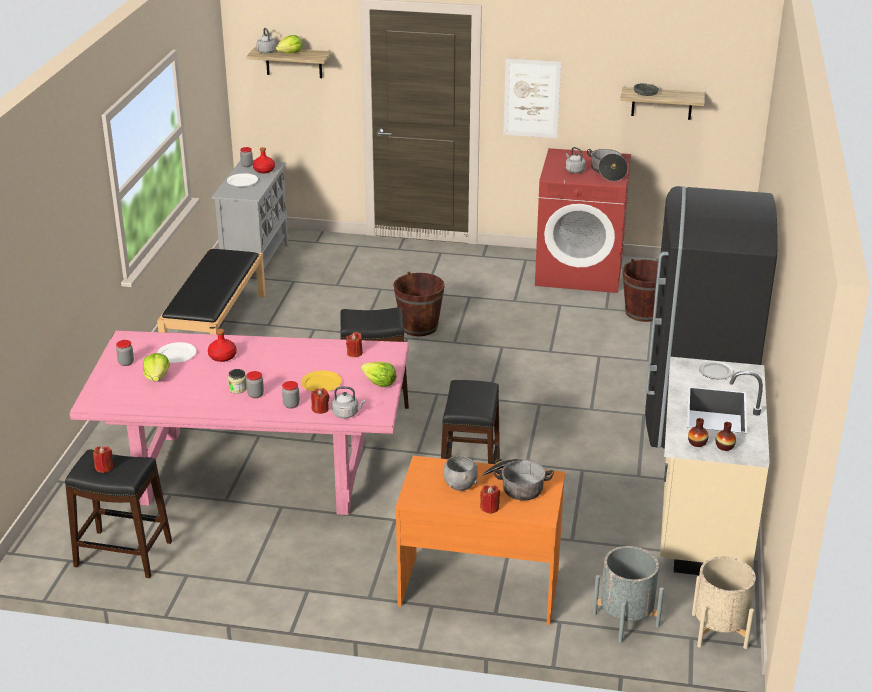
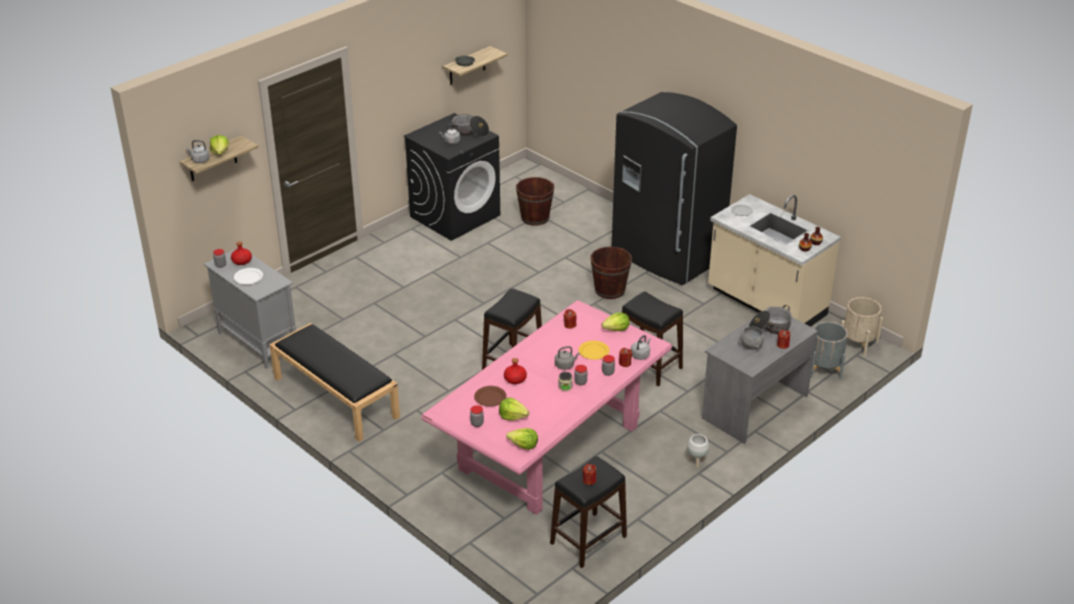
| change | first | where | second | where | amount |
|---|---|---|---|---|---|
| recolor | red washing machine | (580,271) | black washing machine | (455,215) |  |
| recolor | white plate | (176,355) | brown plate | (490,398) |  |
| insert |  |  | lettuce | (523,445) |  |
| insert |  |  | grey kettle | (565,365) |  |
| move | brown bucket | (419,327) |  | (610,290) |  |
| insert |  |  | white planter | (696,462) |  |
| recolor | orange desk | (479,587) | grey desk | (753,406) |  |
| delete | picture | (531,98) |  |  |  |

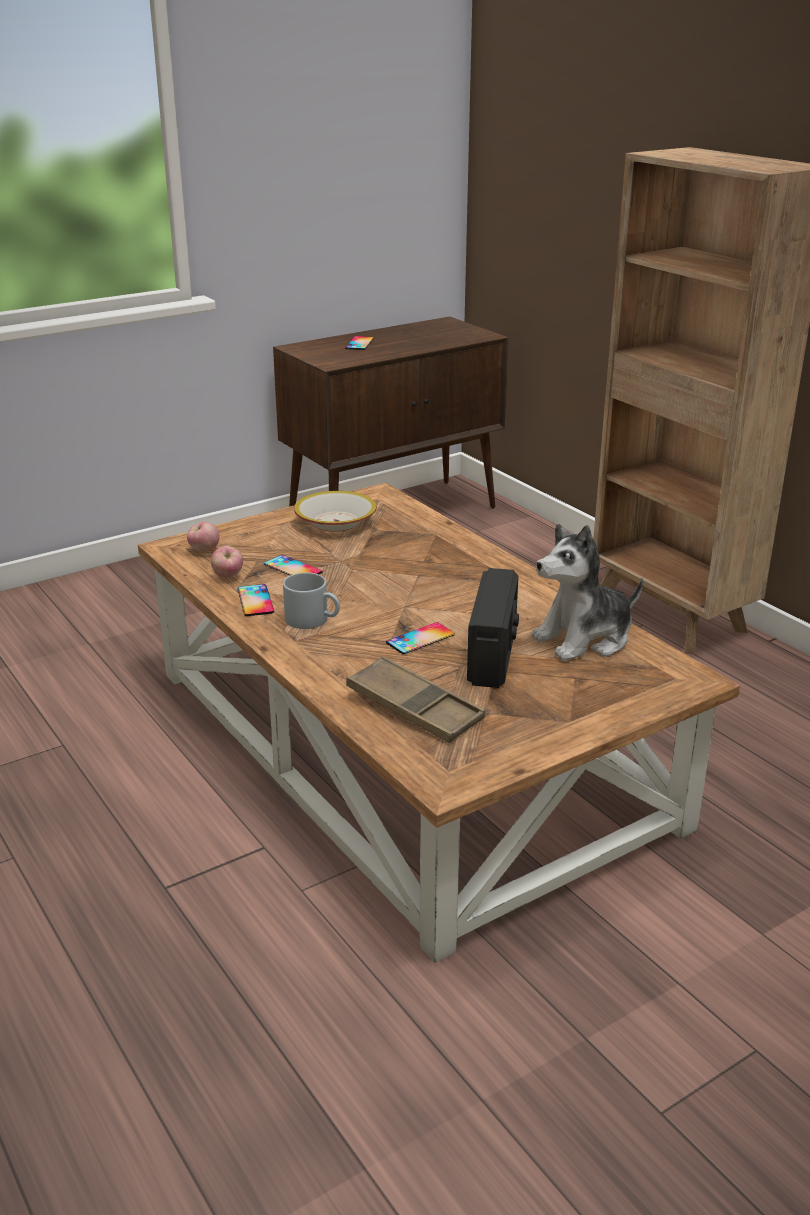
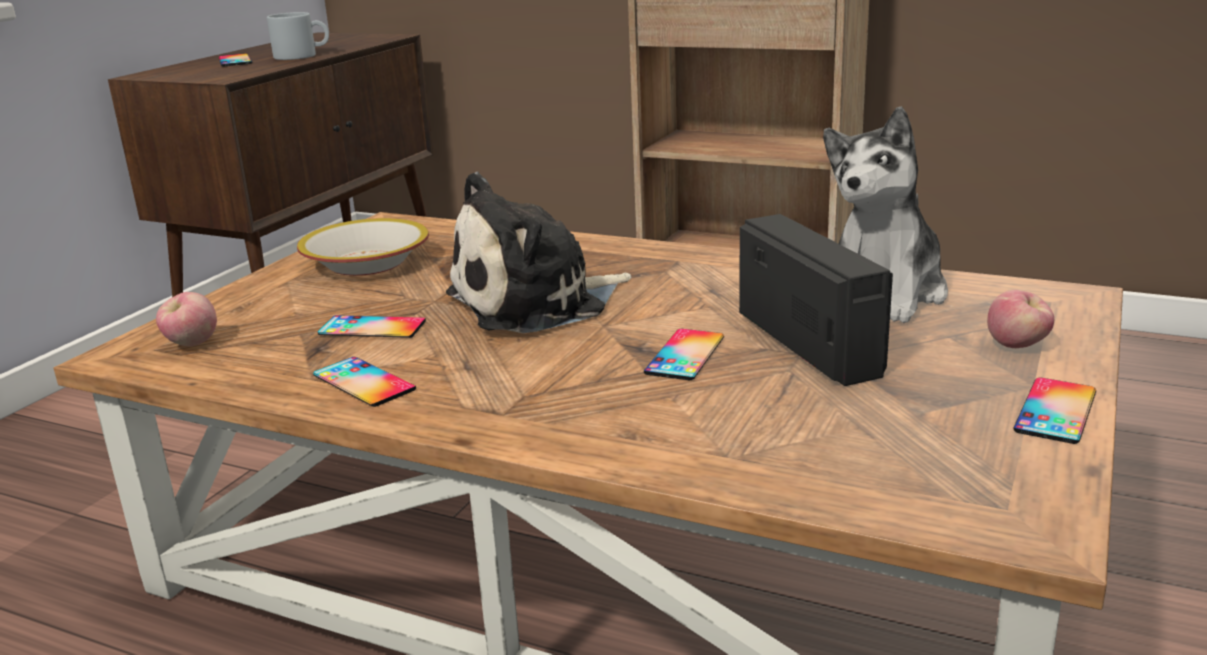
| change | first | where | second | where | amount |
|---|---|---|---|---|---|
| move | grey mug | (313,620) |  | (302,55) |  |
| insert |  |  | plush toy | (536,303) |  |
| move | apple | (228,576) |  | (1017,346) |  |
| insert |  |  | phone | (1055,411) |  |
| delete | brown tray | (414,708) |  |  |  |

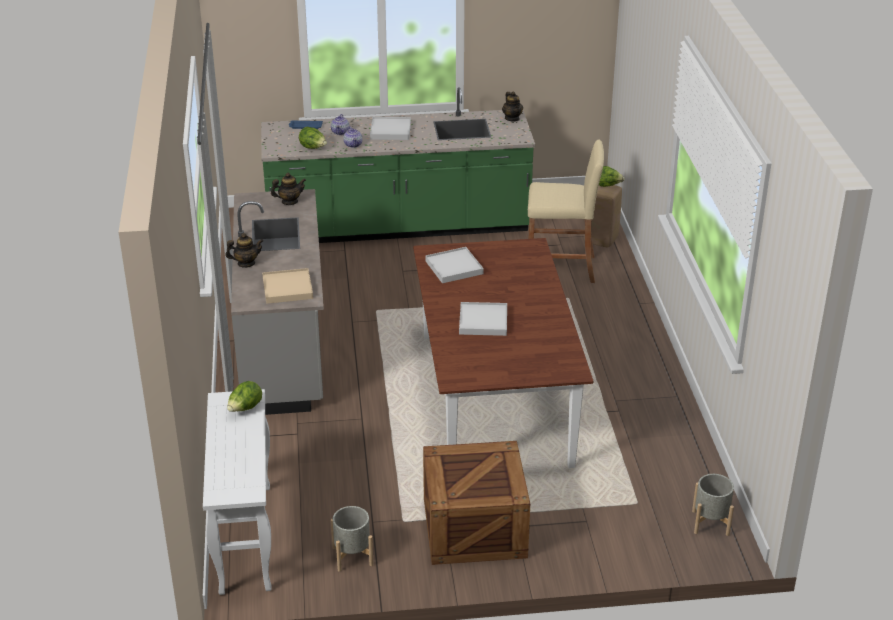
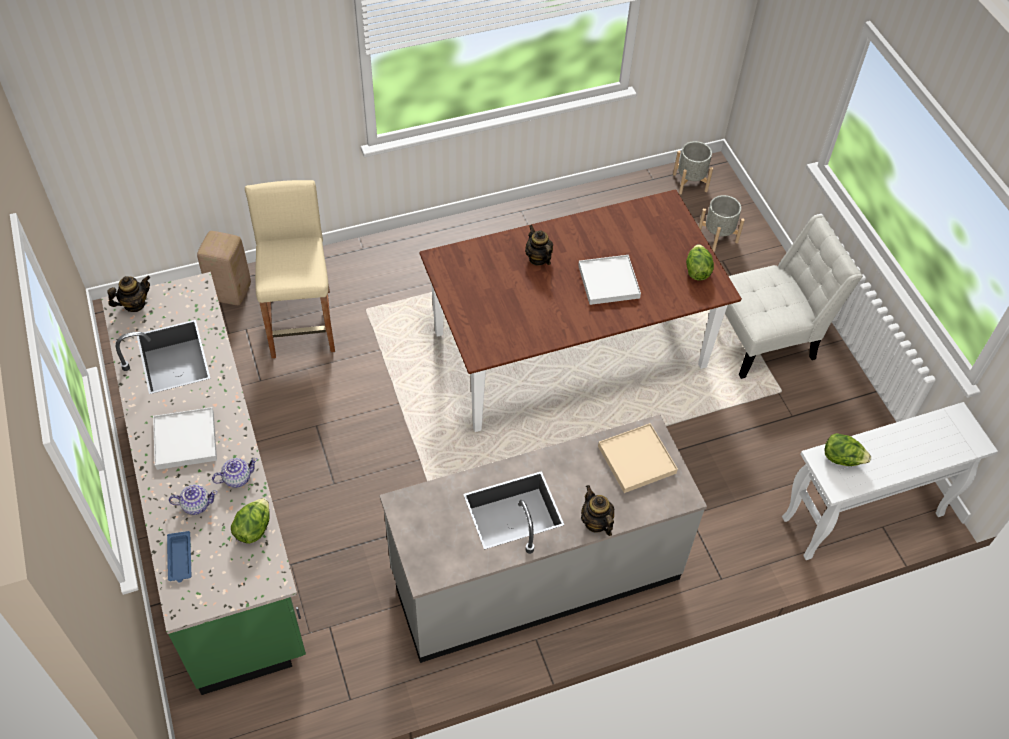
| change | first | where | second | where | amount |
|---|---|---|---|---|---|
| move | teapot | (289,201) |  | (538,258) |  |
| move | lettuce | (607,185) |  | (697,270) |  |
| move | grey planter | (353,556) |  | (717,236) |  |
| replace | crate | (473,529) | white chair | (767,337) |  |
| delete | white tray | (454,267) |  |  |  |

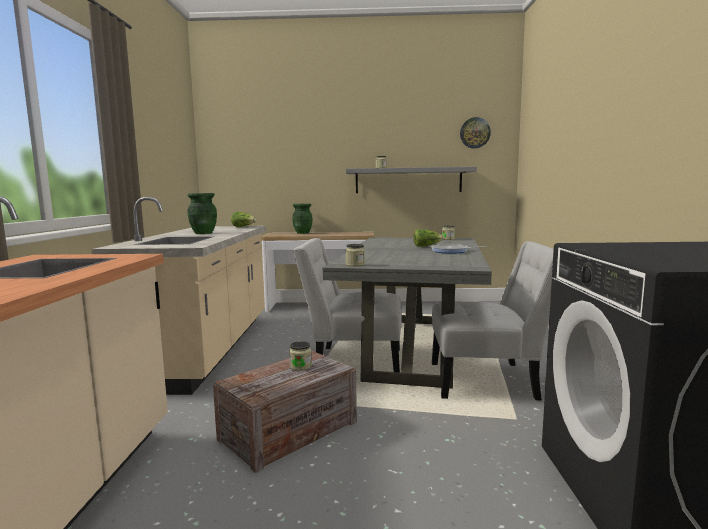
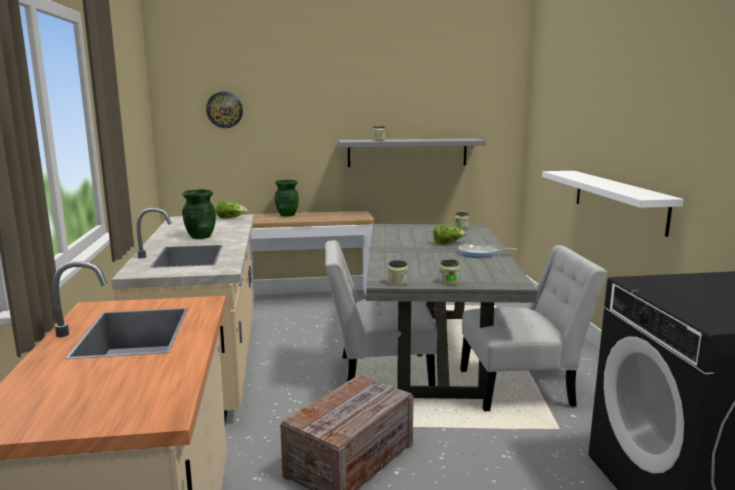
| change | first | where | second | where | amount |
|---|---|---|---|---|---|
| move | wall clock | (475,133) |  | (224,110) |  |
| move | jar | (300,366) |  | (449,282) |  |
| insert |  |  | white shelf | (618,200) |  |

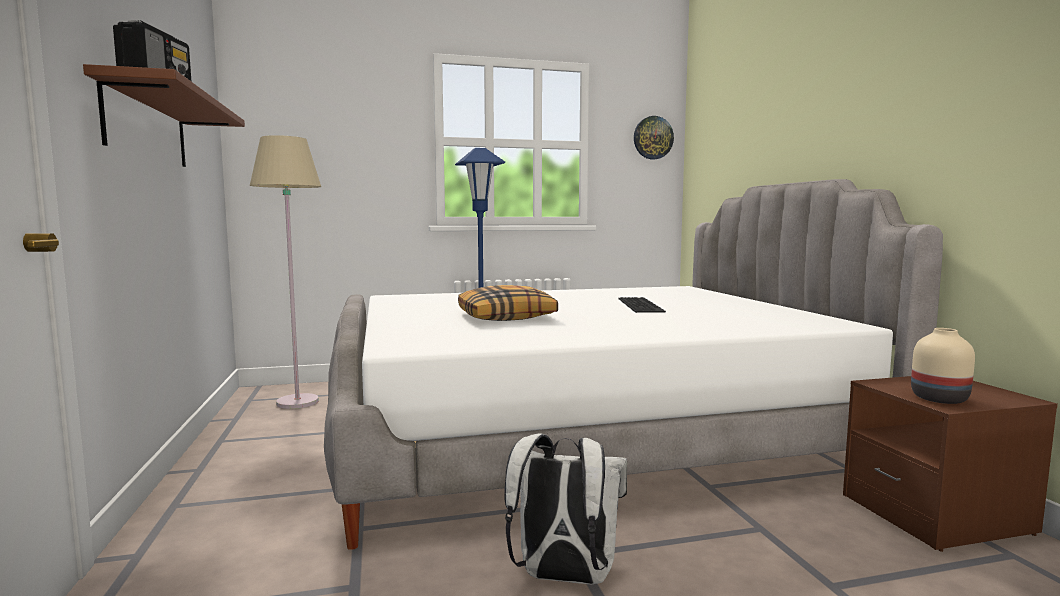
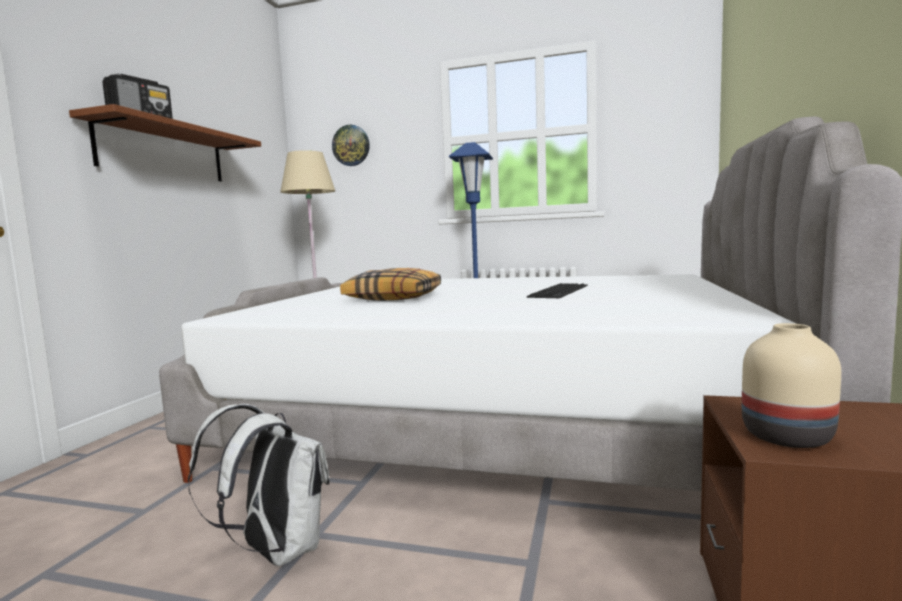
| change | first | where | second | where | amount |
|---|---|---|---|---|---|
| move | wall clock | (653,138) |  | (351,145) |  |

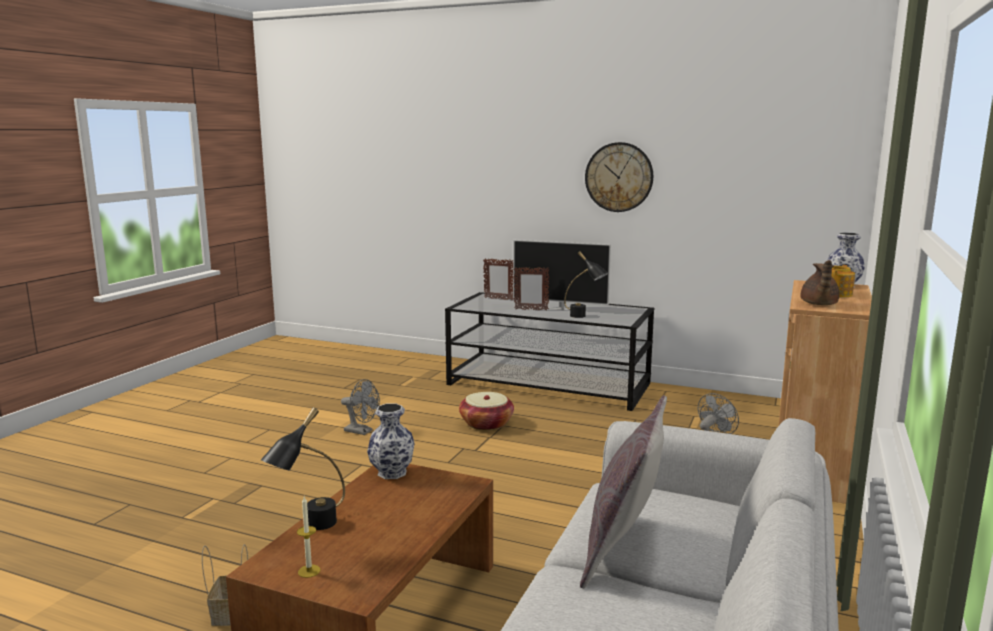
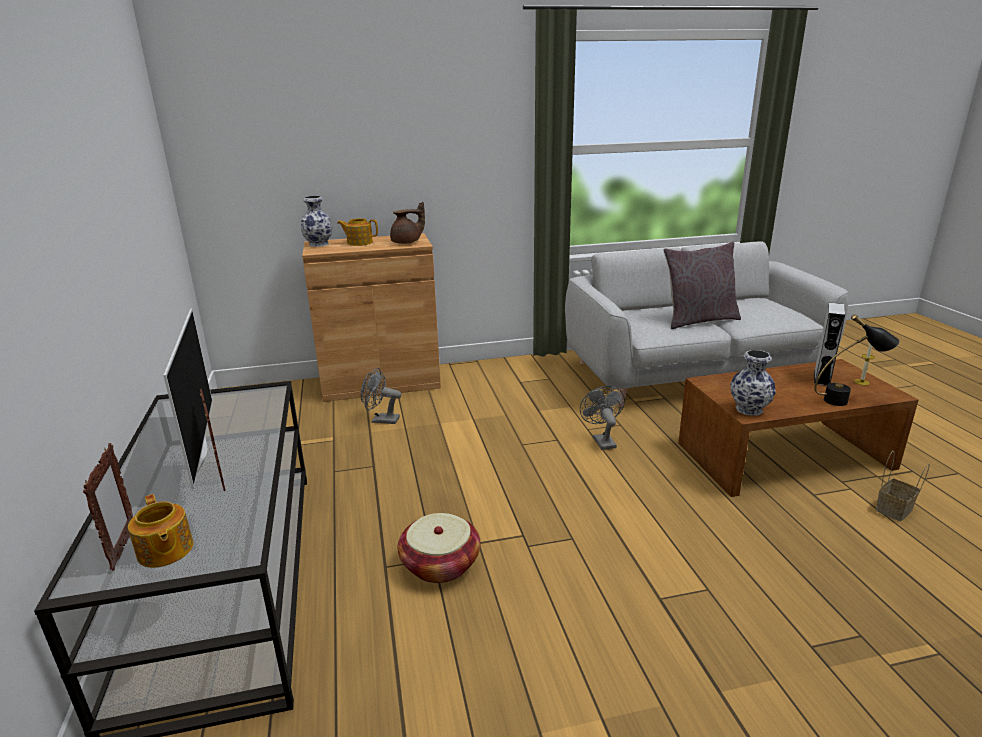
| change | first | where | second | where | amount |
|---|---|---|---|---|---|
| insert |  |  | teapot | (165,551) |  |
| move | grey fan | (362,431) |  | (601,440) |  |
| insert |  |  | grey speaker | (822,378) |  |
| delete | black table lamp | (584,317) |  |  |  |
| delete | wall clock | (619,177) |  |  |  |

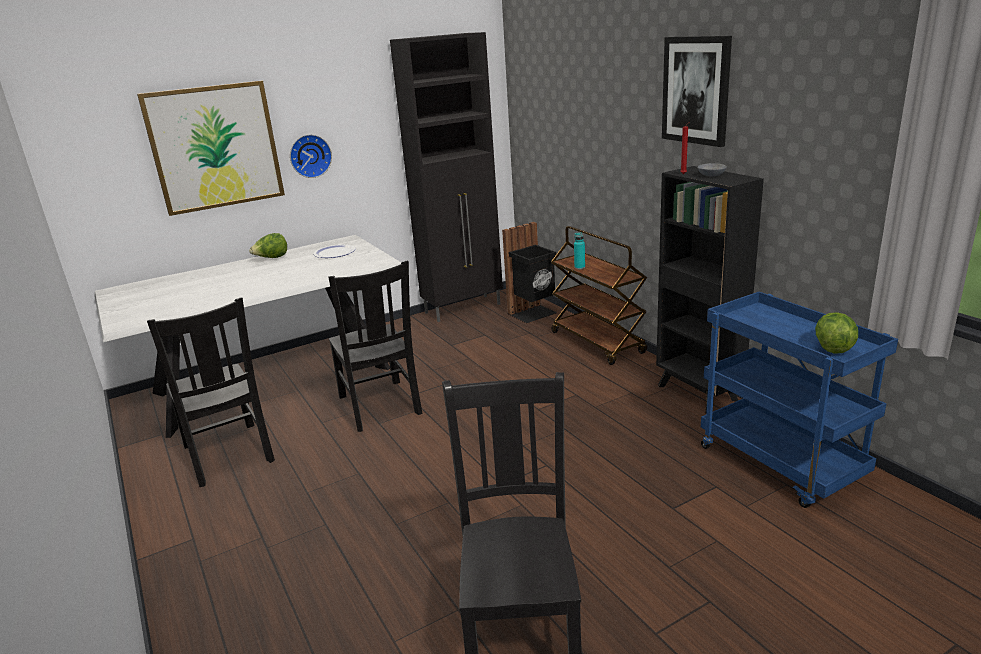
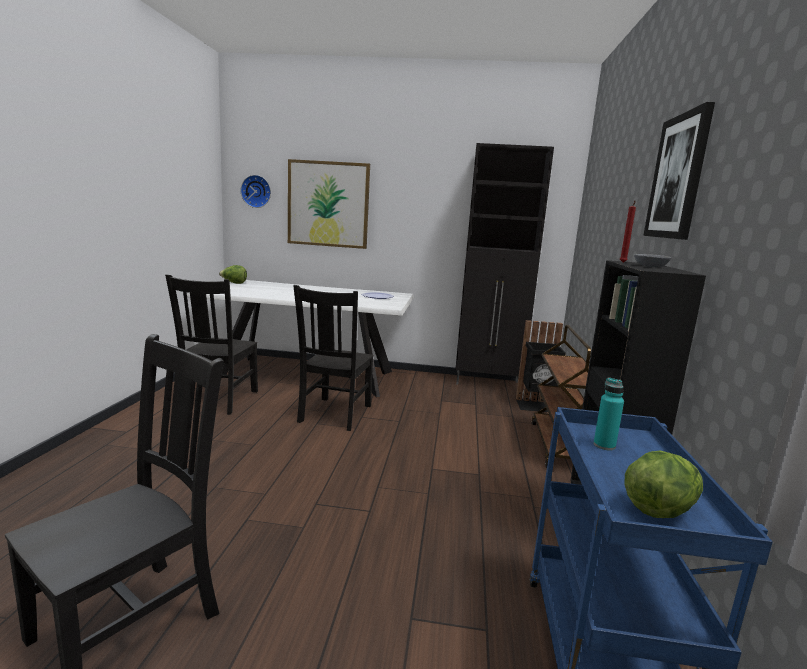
| change | first | where | second | where | amount |
|---|---|---|---|---|---|
| move | lettuce | (272,258) |  | (234,283) |  |
| move | wall clock | (310,155) |  | (256,191) |  |
| move | turquoise bottle | (579,267) |  | (604,445) |  |

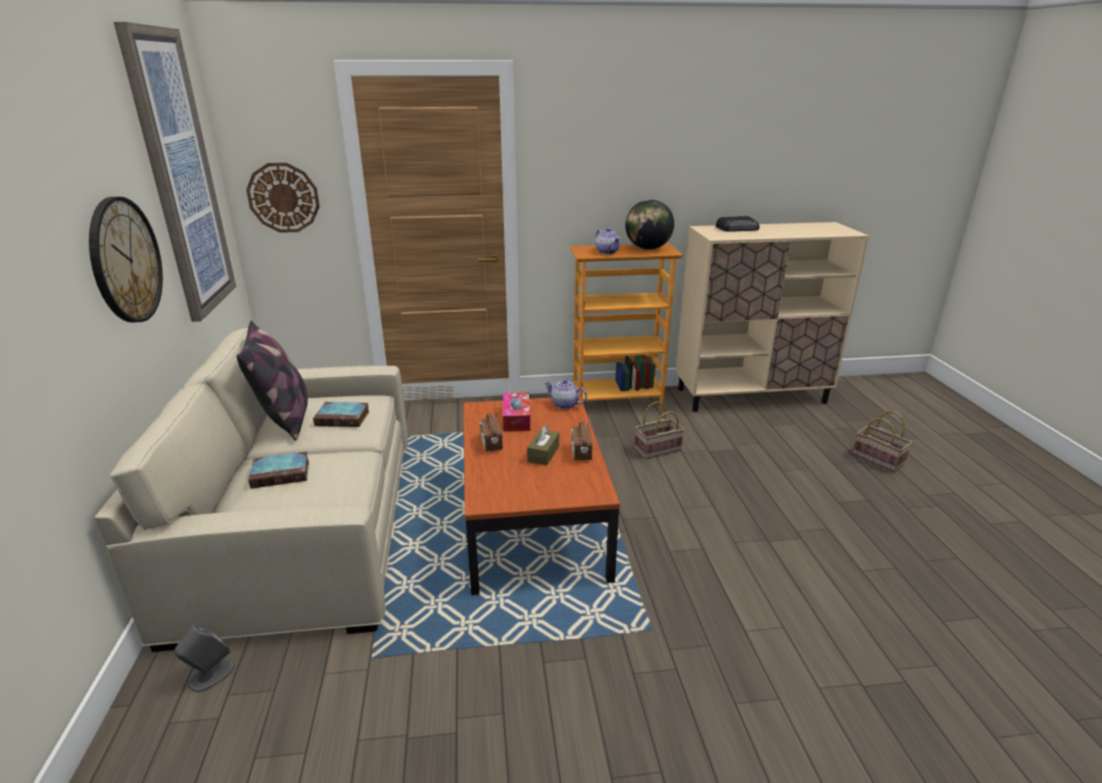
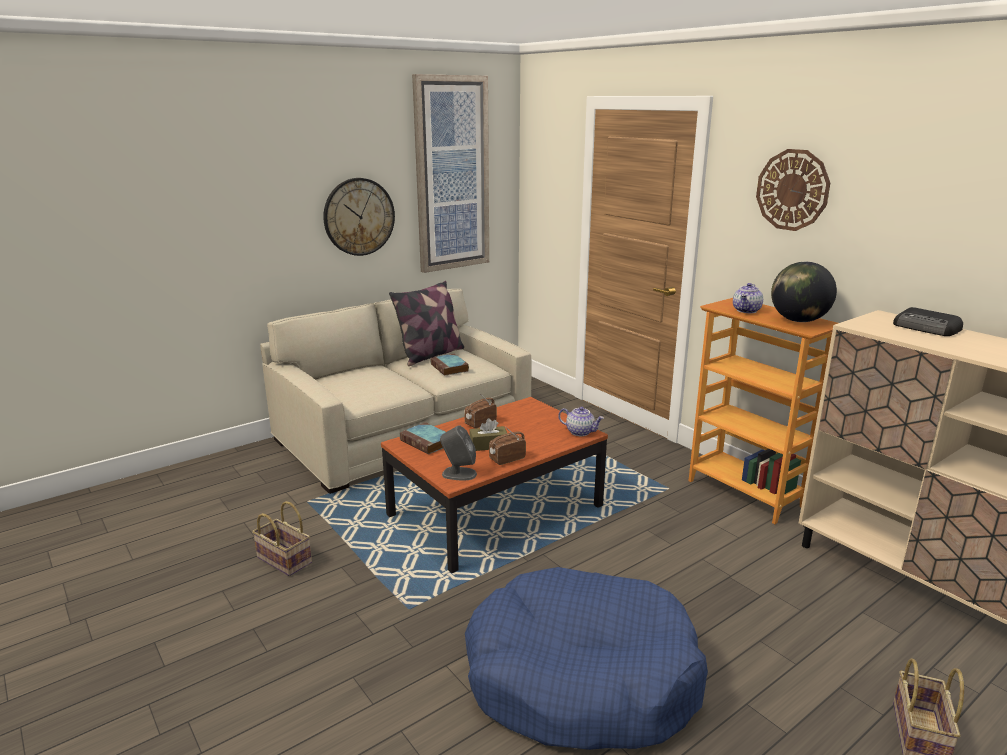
| change | first | where | second | where | amount |
|---|---|---|---|---|---|
| move | basket | (657,450) |  | (282,560) |  |
| move | book | (282,473) |  | (427,442) |  |
| move | grey speaker | (211,675) |  | (458,474) |  |
| insert |  |  | blue dog bed | (581,678) |  |
| rotate | teapot | (564,404) |  | (580,432) | 120 degrees clockwise |
| move | wall clock | (283,198) |  | (792,190) |  |
| delete | tissue box | (516,418) |  |  |  |

